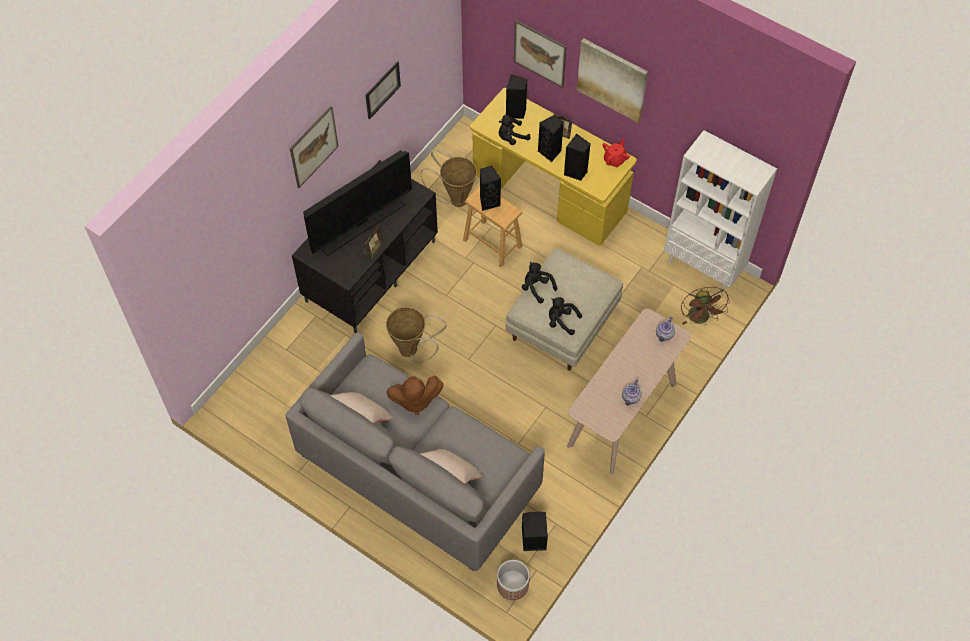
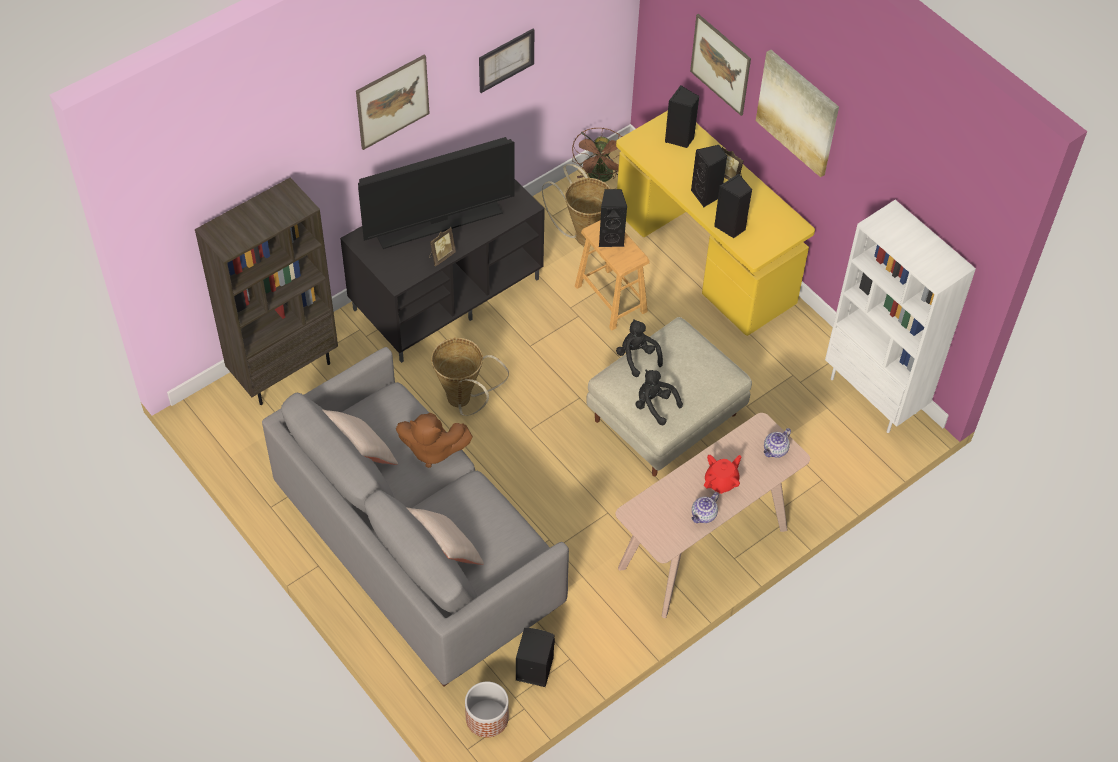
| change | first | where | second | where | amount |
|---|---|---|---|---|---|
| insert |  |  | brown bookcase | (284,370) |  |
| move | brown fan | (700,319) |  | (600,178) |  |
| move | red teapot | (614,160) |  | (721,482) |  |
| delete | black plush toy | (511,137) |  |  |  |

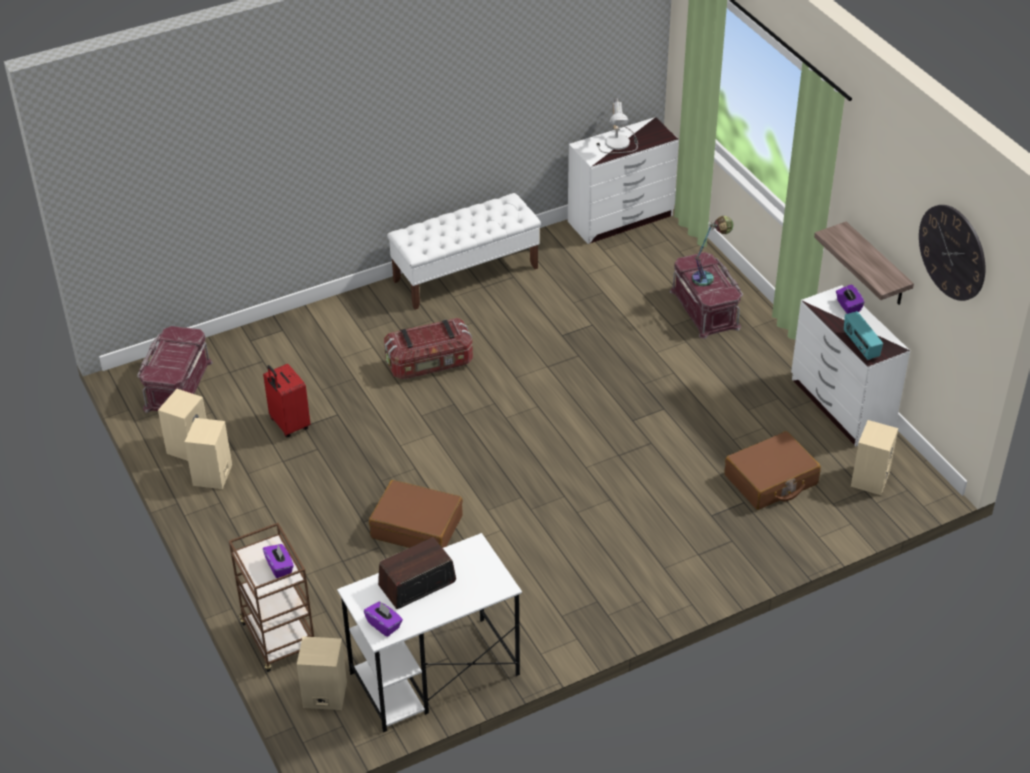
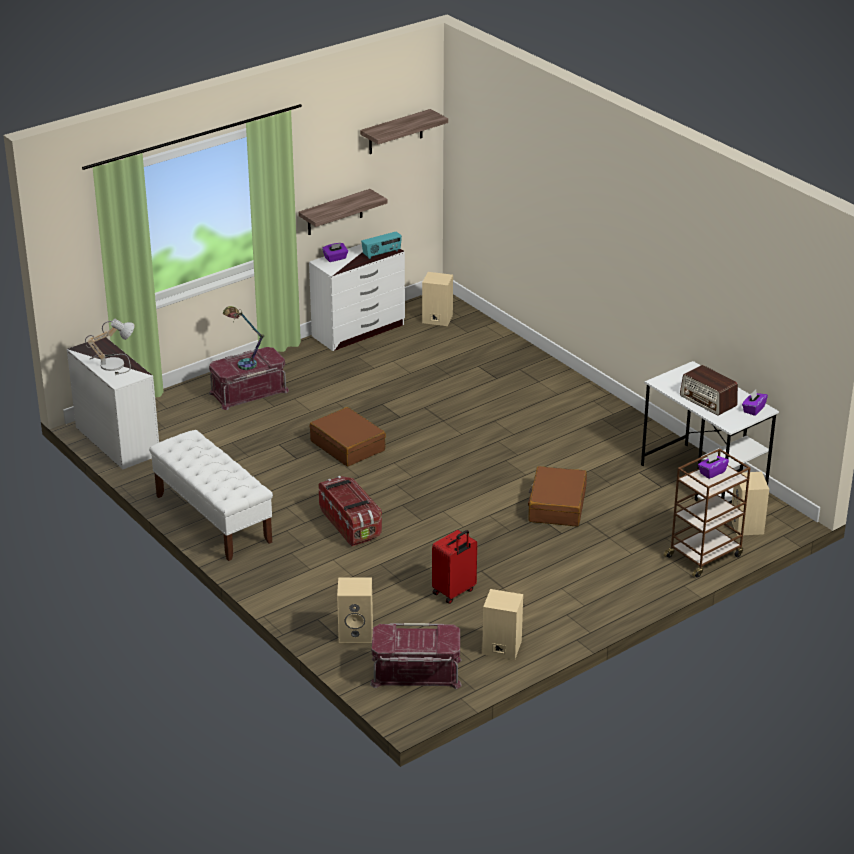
| change | first | where | second | where | amount |
|---|---|---|---|---|---|
| move | brown suitcase | (771,480) |  | (348,446) |  |
| move | beige speaker | (213,476) |  | (356,632) |  |
| replace | wall clock | (952,252) | shelf | (395,132) |  |

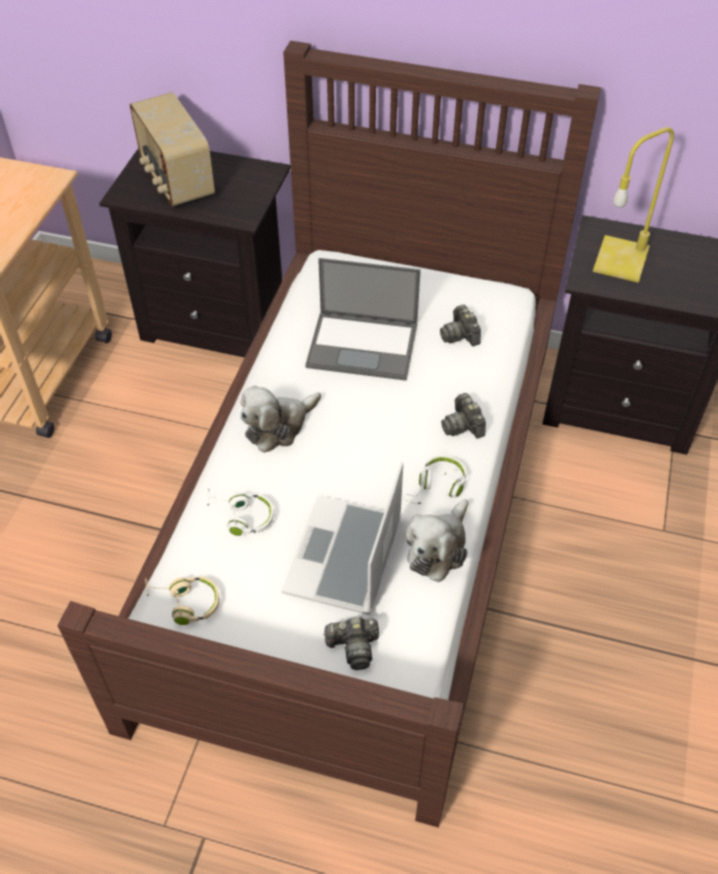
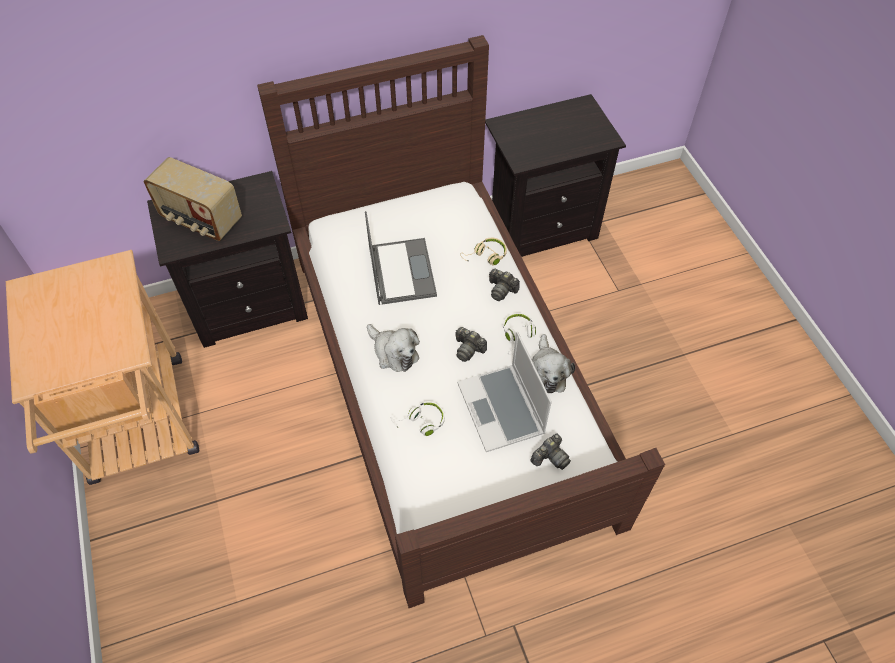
| change | first | where | second | where | amount |
|---|---|---|---|---|---|
| rotate | laptop | (364,345) |  | (401,271) | 75 degrees counterclockwise |
| rotate | plush toy | (278,426) |  | (394,352) | 60 degrees counterclockwise |
| move | photo camera | (460,335) |  | (468,349) |  |
| move | beige headphones | (184,603) |  | (485,256) |  |
| delete | yellow table lamp | (620,258) |  |  |  |

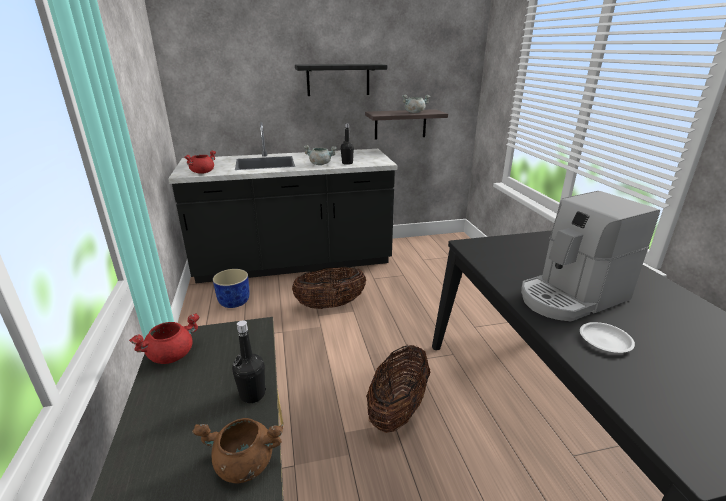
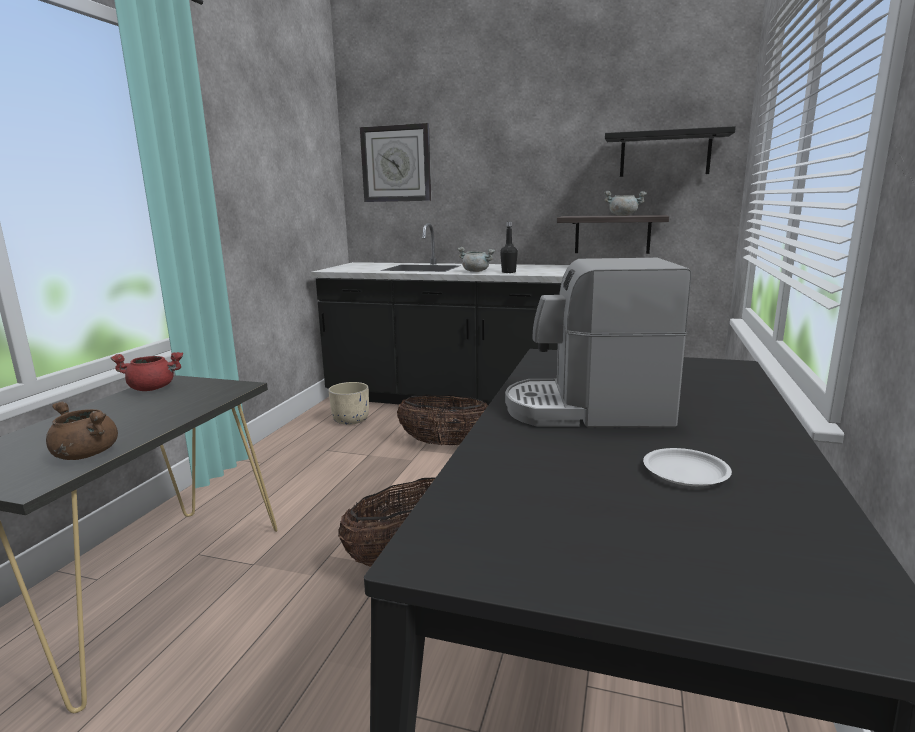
| change | first | where | second | where | amount |
|---|---|---|---|---|---|
| recolor | blue planter | (234,301) | beige planter | (350,420) |  |
| insert |  |  | wall clock | (396,164) |  |
| move | black shelf | (338,80) |  | (665,154) |  |
| move | white plate | (605,340) |  | (686,472) |  |
| delete | red cooking pot | (202,172) |  |  |  |
| delete | black bottle | (252,394) |  |  |  |

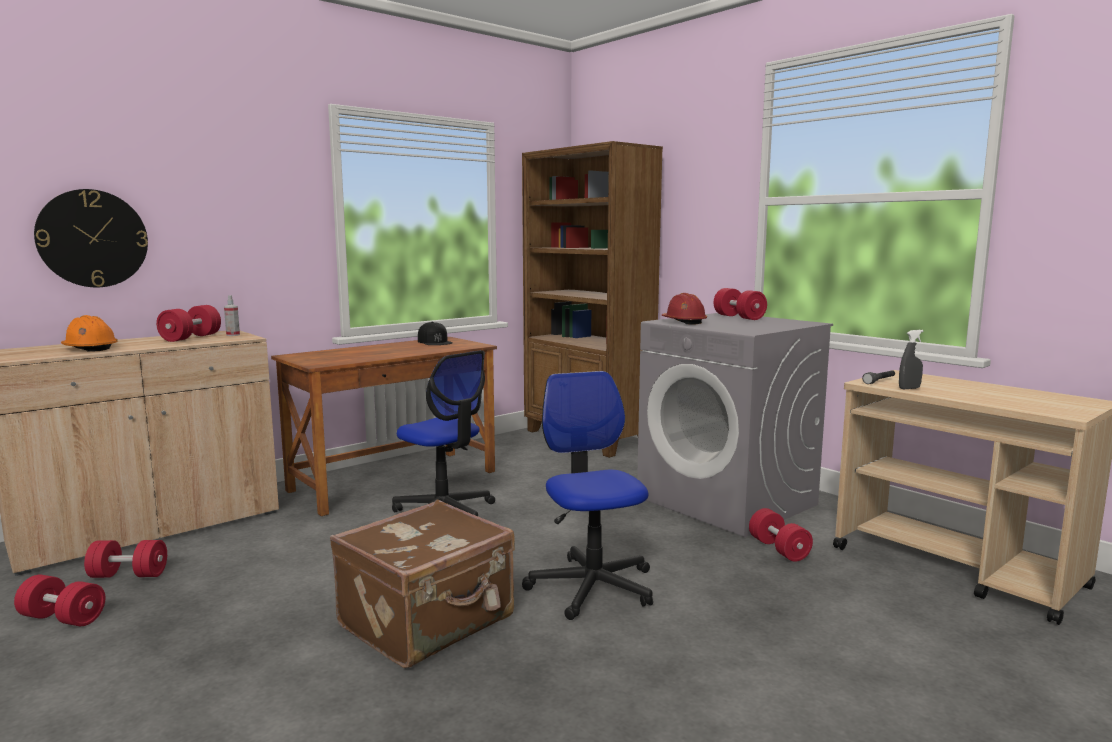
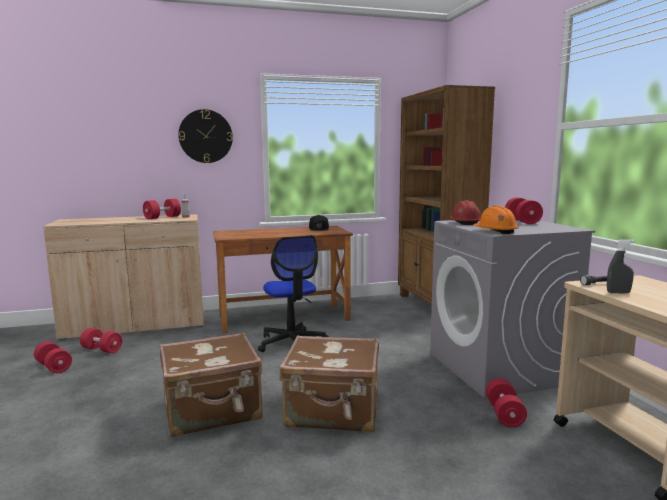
| change | first | where | second | where | amount |
|---|---|---|---|---|---|
| move | wall clock | (92,238) |  | (205,136) |  |
| replace | office chair | (592,587) | brown suitcase | (333,411) |  |
| move | orange hard hat | (90,348) |  | (495,231) |  |

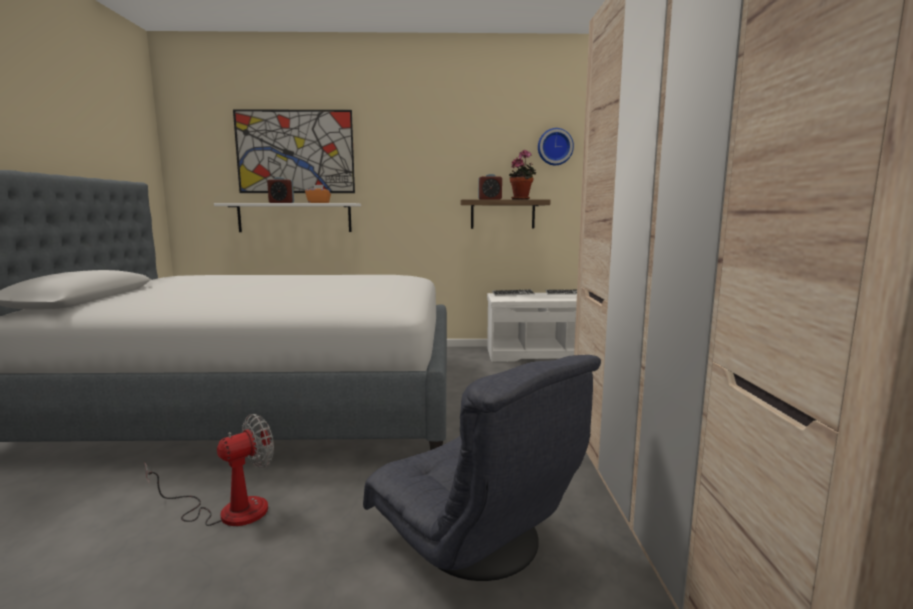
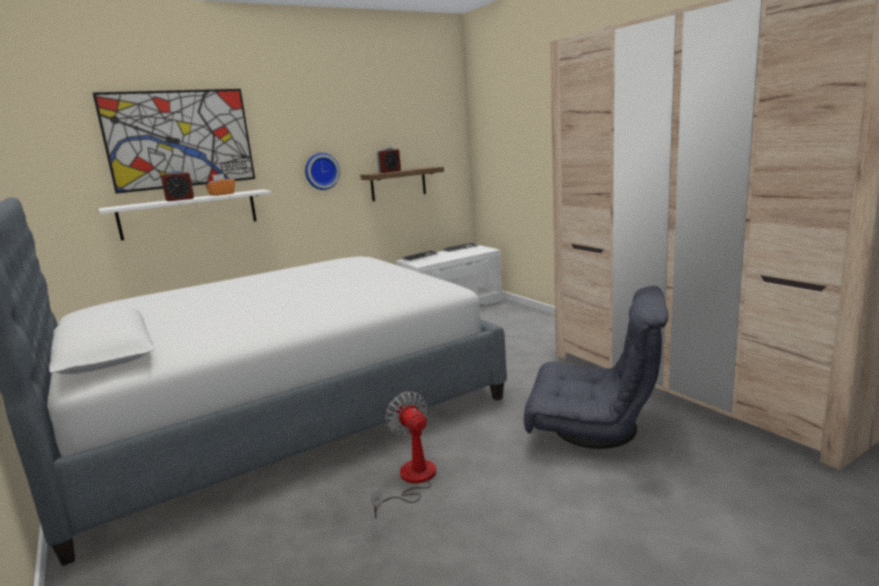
| change | first | where | second | where | amount |
|---|---|---|---|---|---|
| move | wall clock | (554,147) |  | (321,171) |  |
| rotate | fan | (229,510) |  | (411,480) | 45 degrees counterclockwise |
| delete | potted plant | (522,199) |  |  |  |

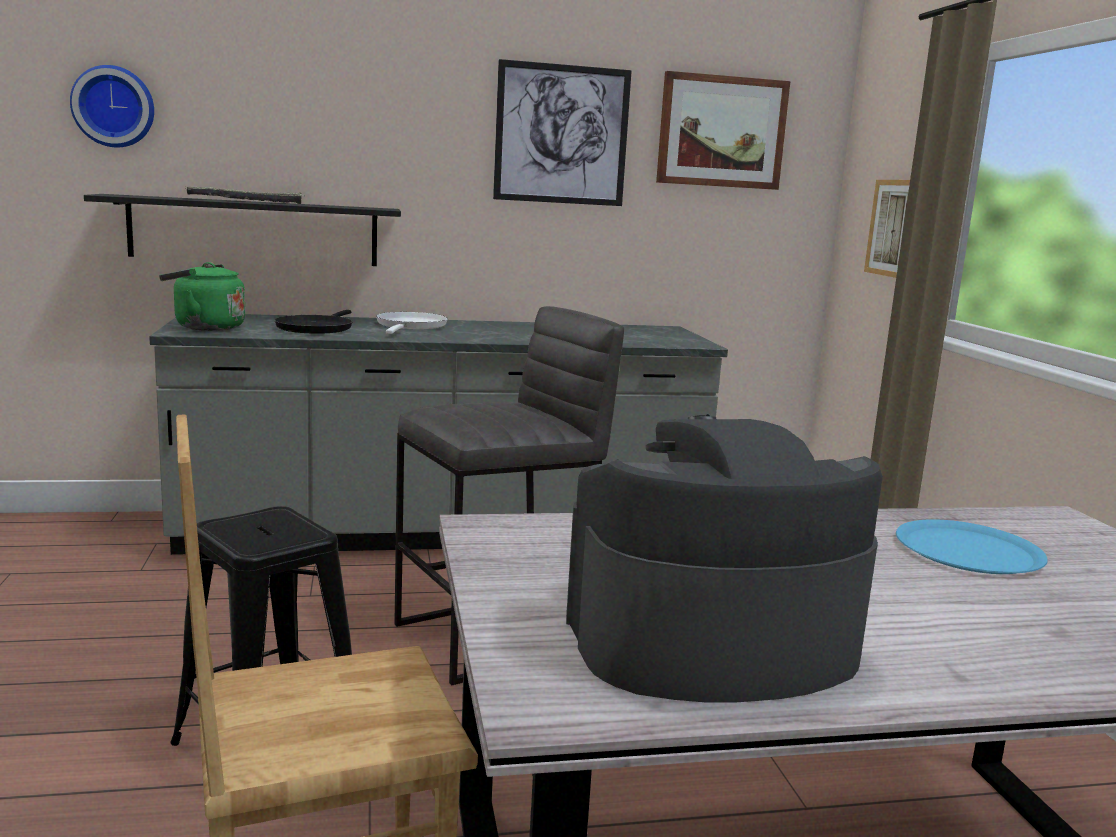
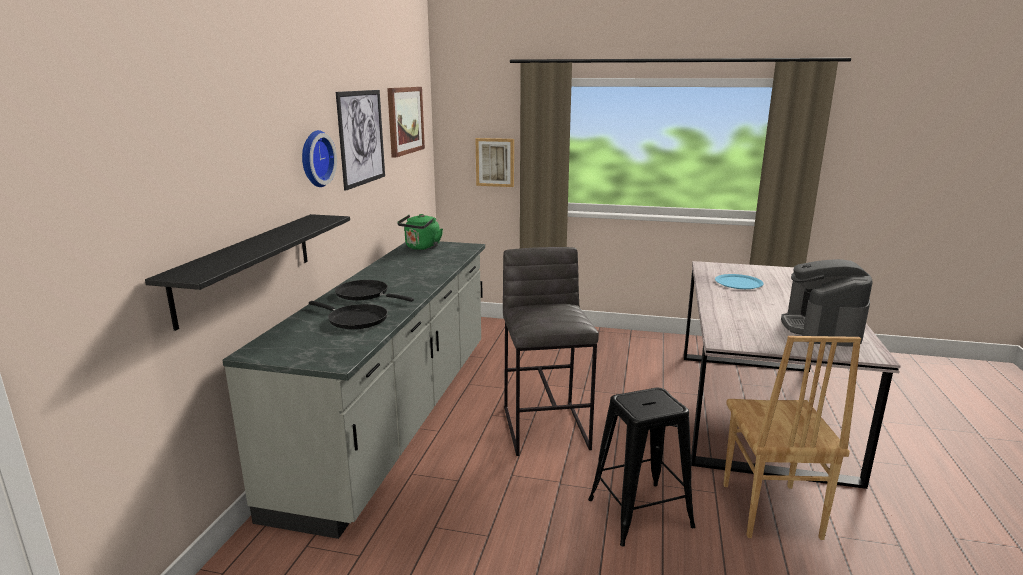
| change | first | where | second | where | amount |
|---|---|---|---|---|---|
| move | wall clock | (114,107) |  | (314,158) |  |
| recolor | white frying pan | (410,326) | black frying pan | (365,294) |  |
| move | green kettle | (205,327) |  | (421,248) |  |
| delete | tray | (245,201) |  |  |  |

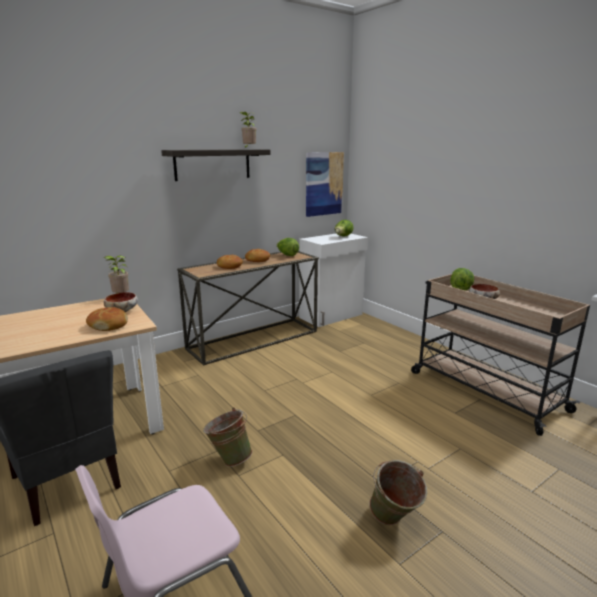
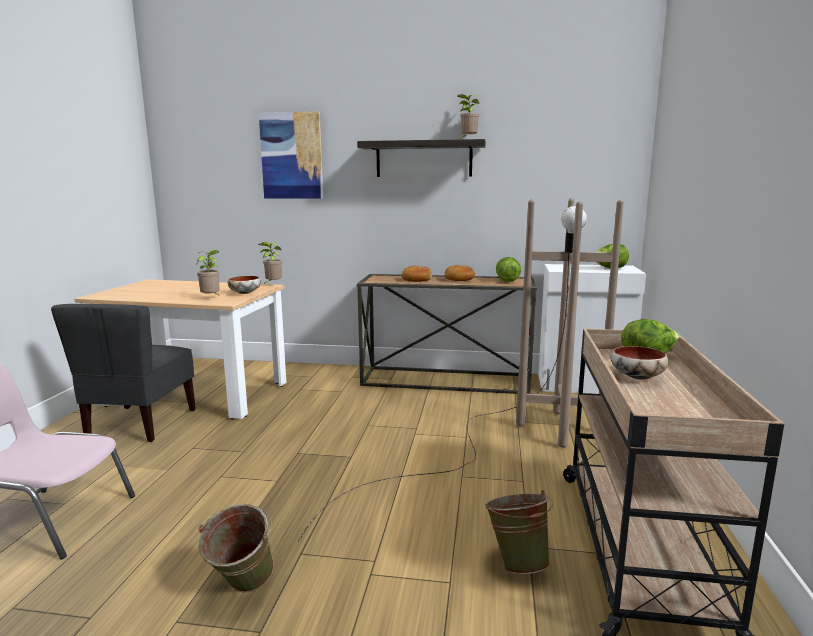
| change | first | where | second | where | amount |
|---|---|---|---|---|---|
| replace | bread | (108,325) | potted plant | (211,298) |  |
| move | picture | (324,184) |  | (291,156) |  |
| insert |  |  | brown floor lamp | (503,443) |  |
| move | green bucket | (229,458) |  | (517,562) |  |

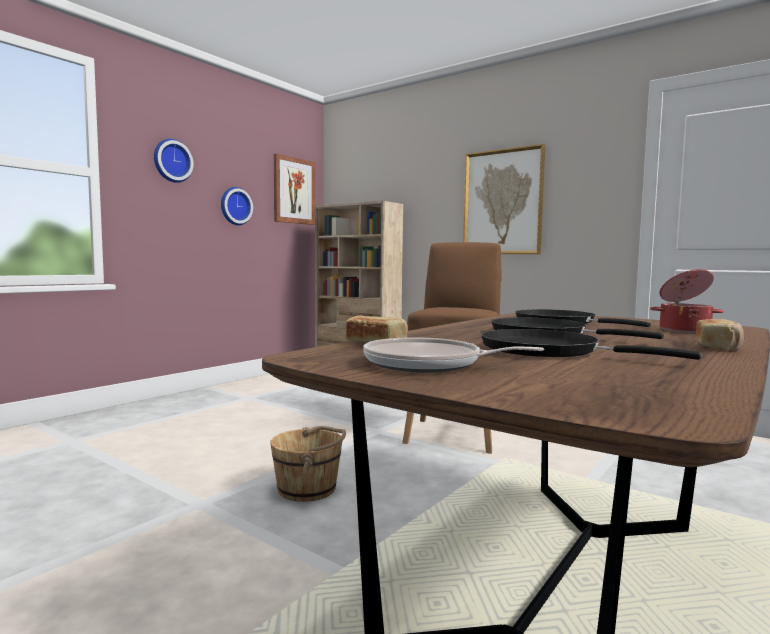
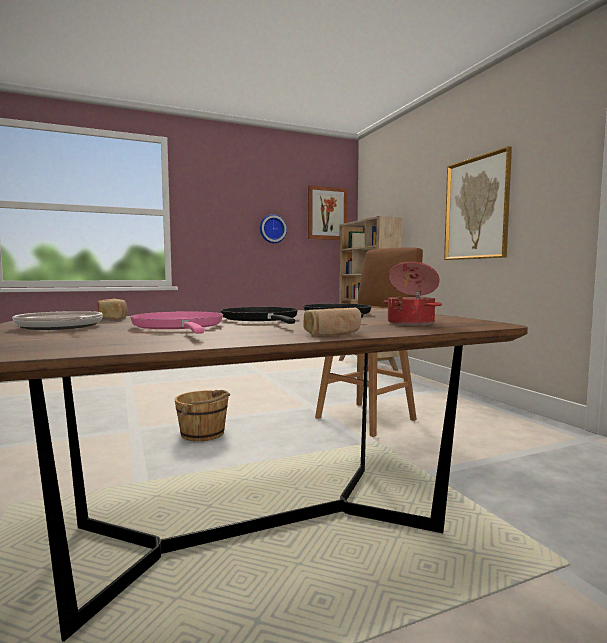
| change | first | where | second | where | amount |
|---|---|---|---|---|---|
| recolor | black frying pan | (548,351) | pink frying pan | (179,327) |  |
| delete | wall clock | (171,161) |  |  |  |

